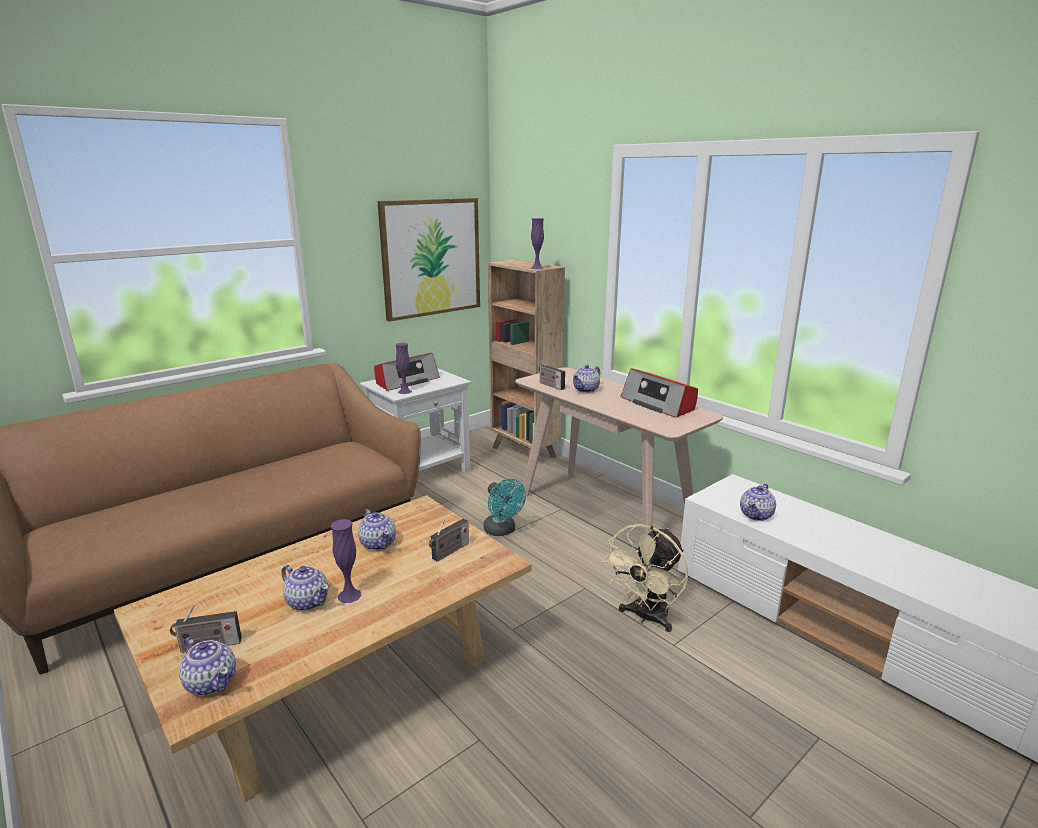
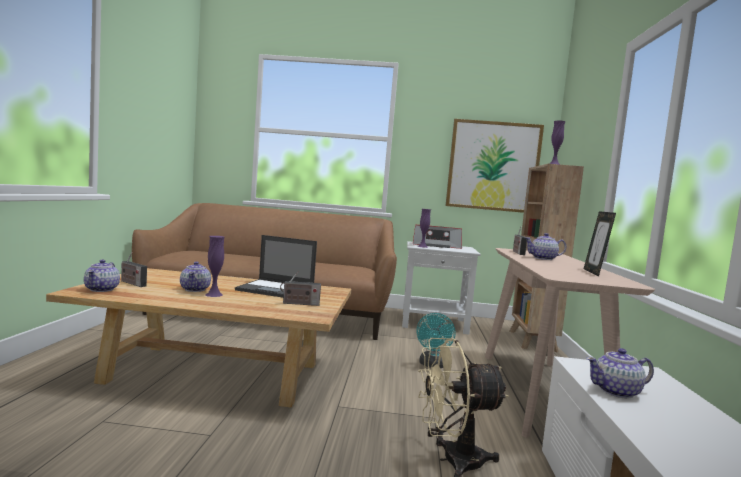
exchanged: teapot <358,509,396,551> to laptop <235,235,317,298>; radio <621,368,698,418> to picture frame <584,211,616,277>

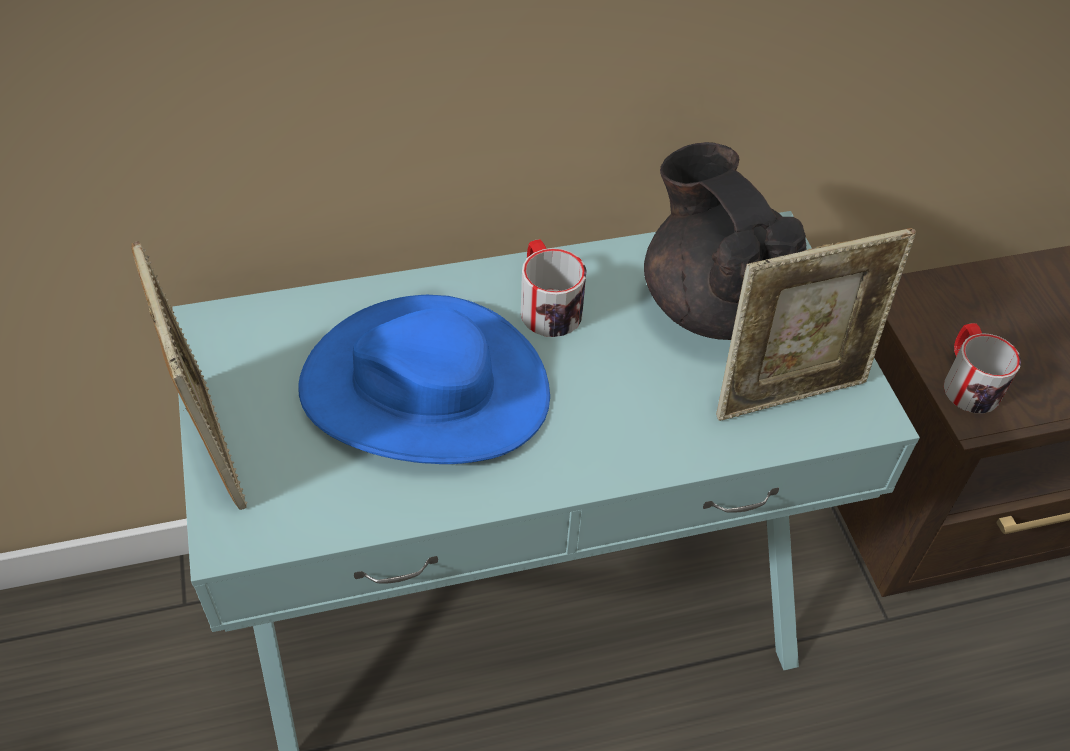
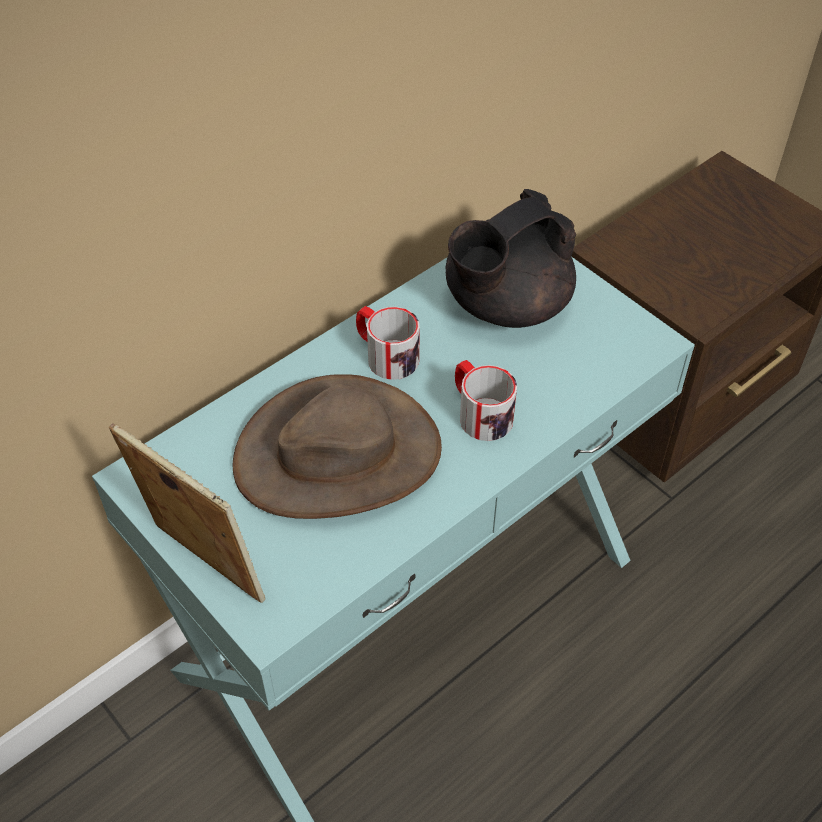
missing: picture frame <716,228,916,421>
relocated: mug <944,323,1021,413> to <455,360,517,441>
colour: blue hat <298,295,550,464> to brown hat <233,374,442,519>
spun: black teapot <644,142,807,340> = <446,189,576,328> 75 degrees counterclockwise

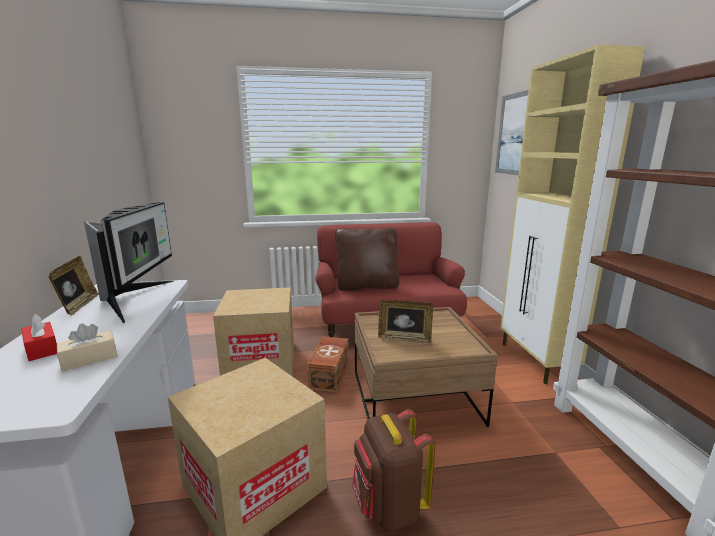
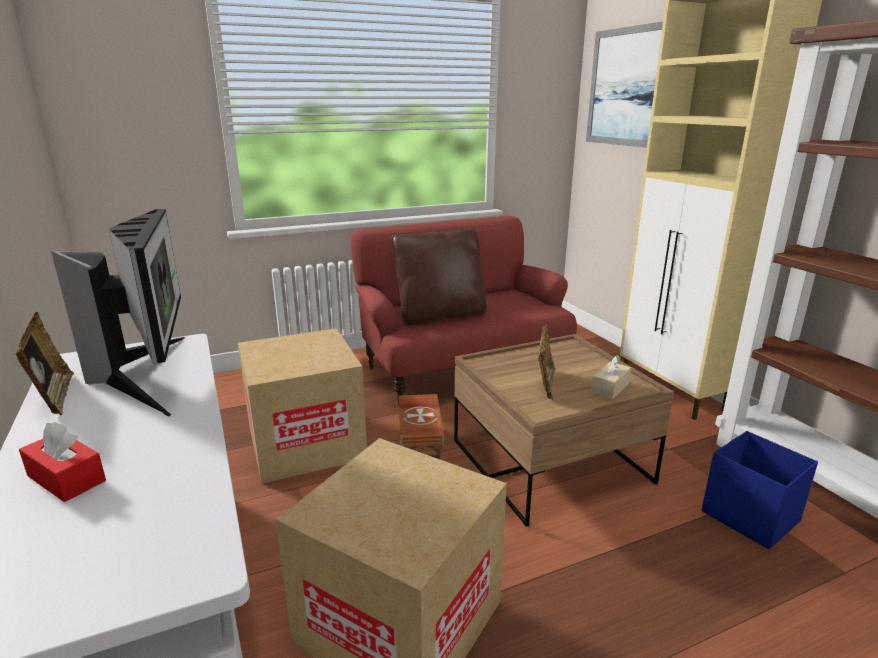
missing: brown backpack <352,409,435,531>
appeared: blue storage box <702,431,818,549>
relocated: beige tissue box <57,323,117,371> to <591,355,631,399>
spun: picture frame <378,300,433,344> = <538,322,556,400> 75 degrees counterclockwise

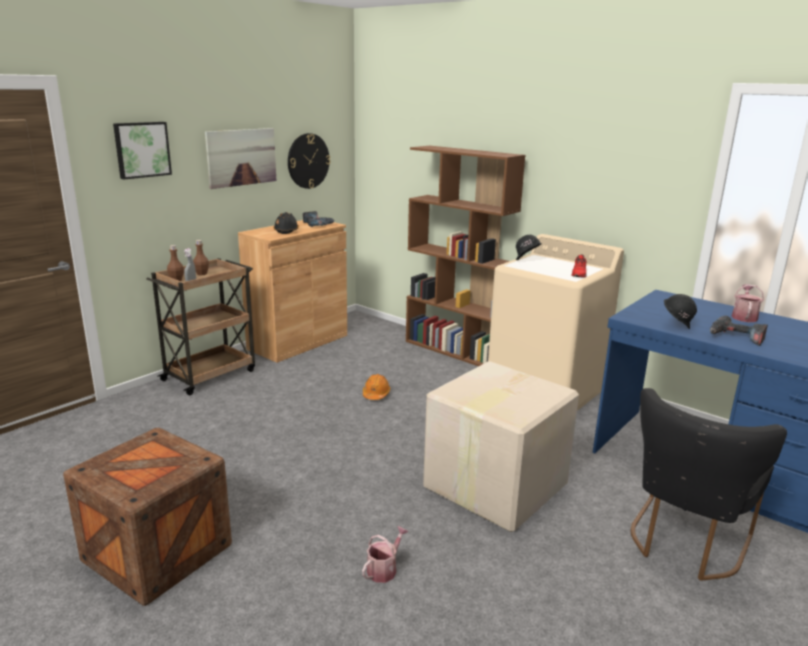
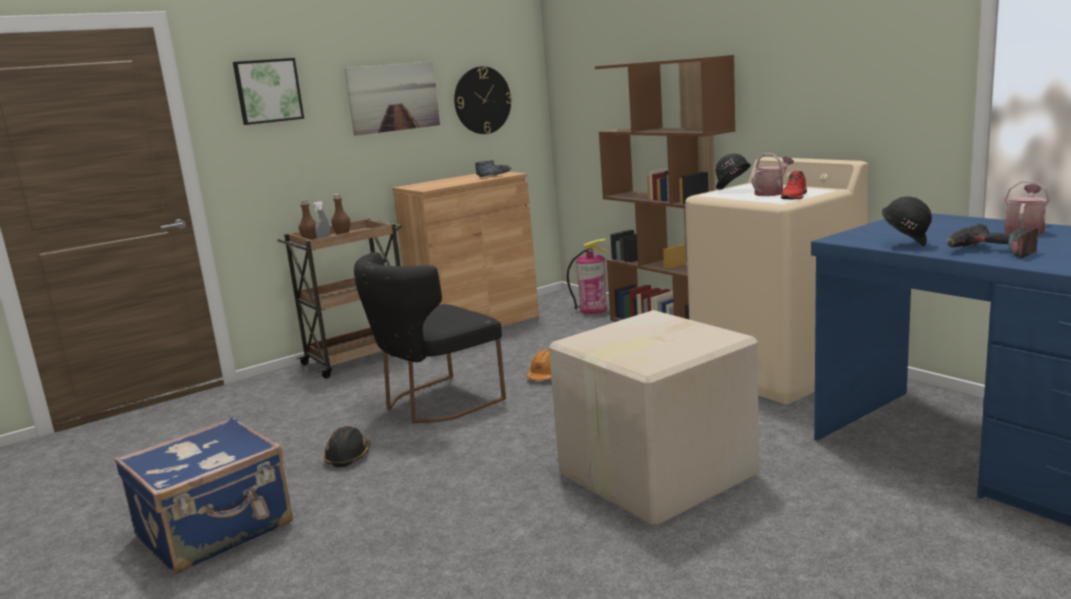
appeared: fire extinguisher <567,239,609,314>
relocated: black hard hat <273,212,299,234> to <323,426,371,468>; watering can <362,526,409,583> to <752,153,794,196>; black chair <631,388,787,581> to <354,252,506,423>
exchanged: crate <63,428,232,606> to blue suitcase <115,417,293,575>

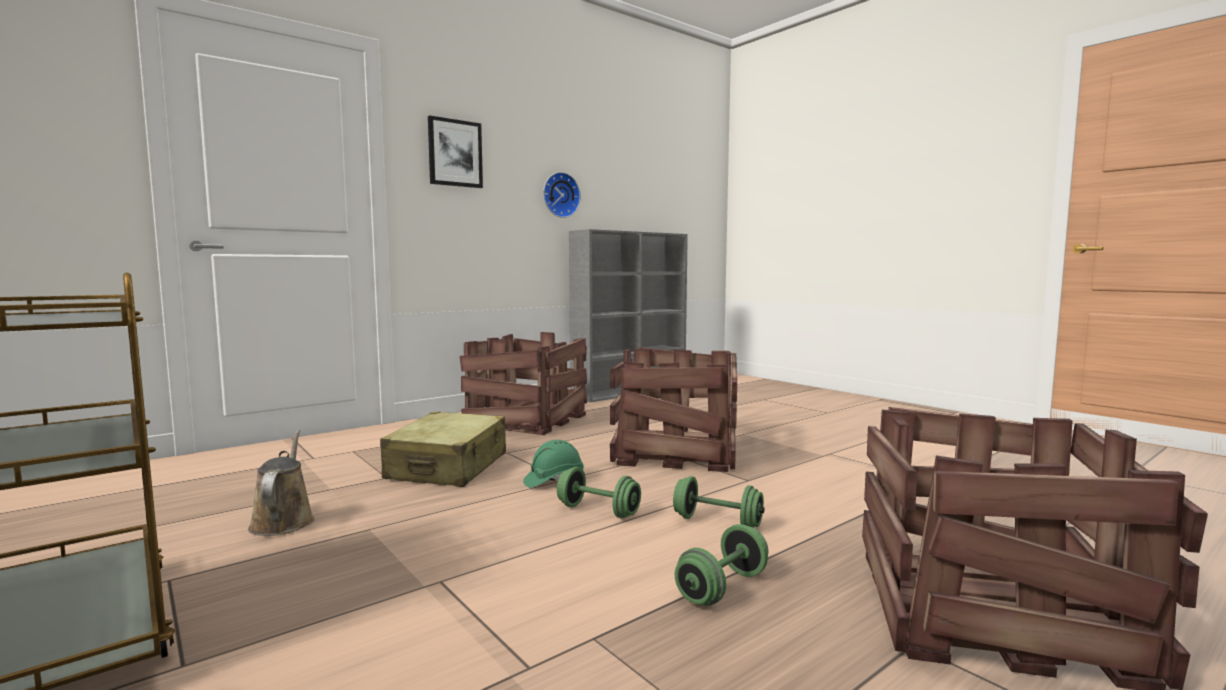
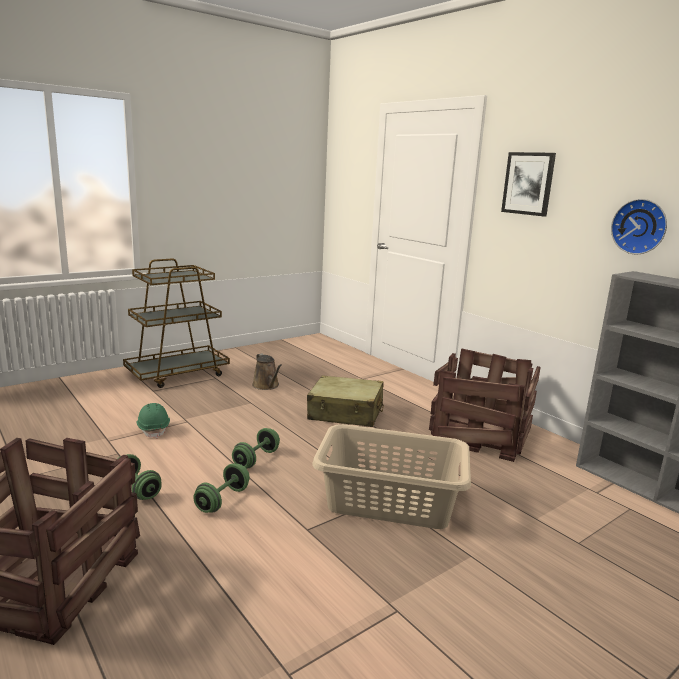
relocated: green hard hat <523,440,584,488> to <136,403,170,438>
exchanged: crate <610,348,737,472> to beige laundry basket <312,424,471,529>
spun: brown watering can <248,430,315,536> = <252,353,282,390> 75 degrees clockwise

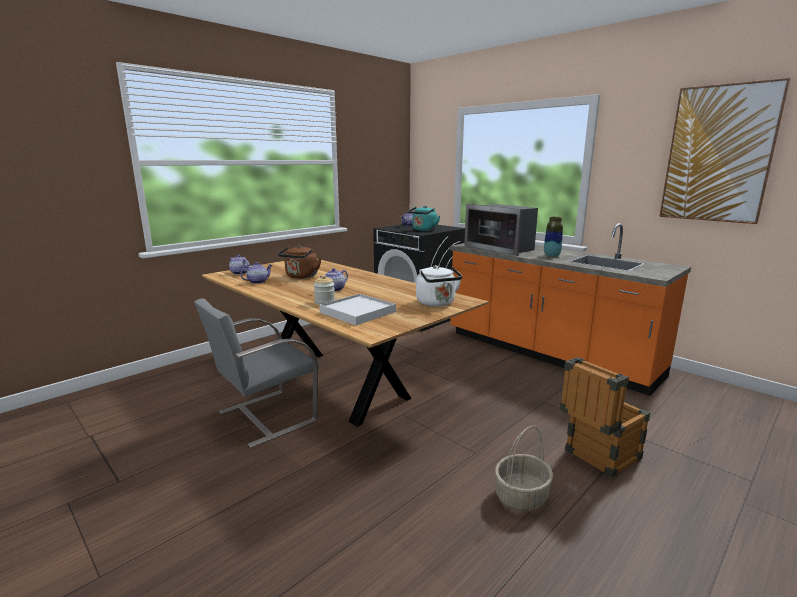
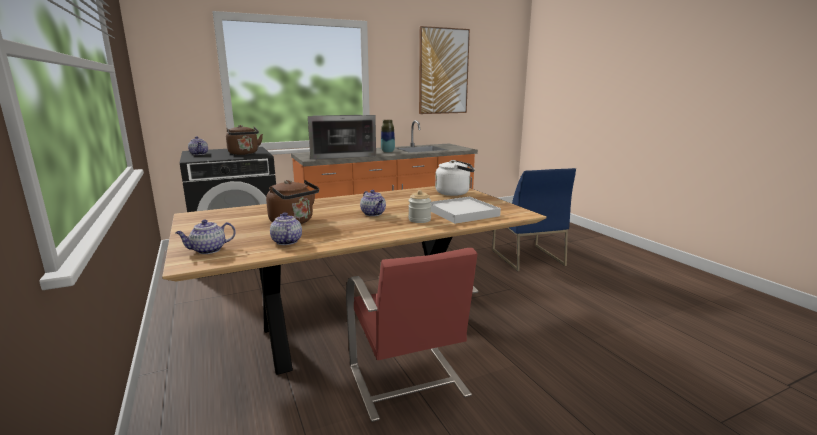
missing: basket <495,426,553,511>
exchanged: crate <560,357,650,478> to blue chair <492,168,576,271>
colour: grey chair <194,299,319,448> to red chair <346,248,478,422>; turquoise kettle <408,206,440,231> to brown kettle <226,125,263,155>

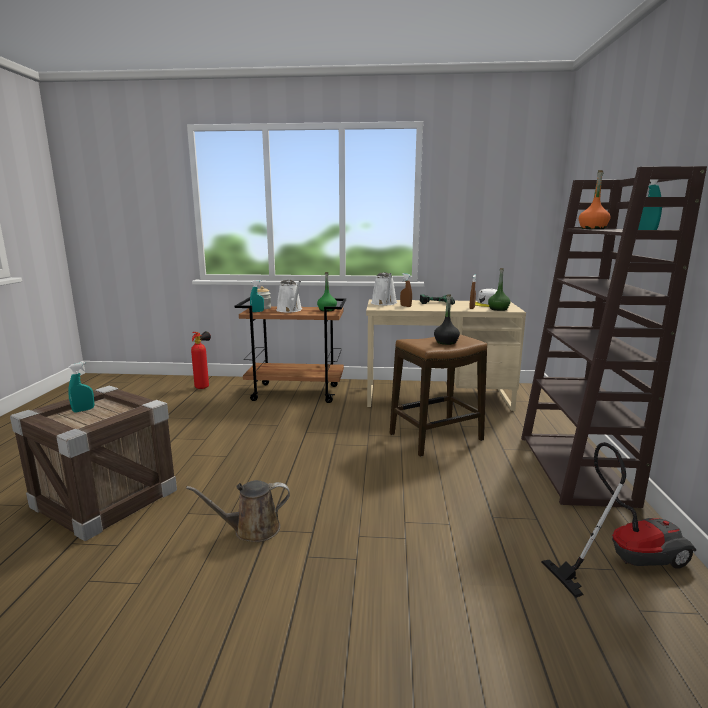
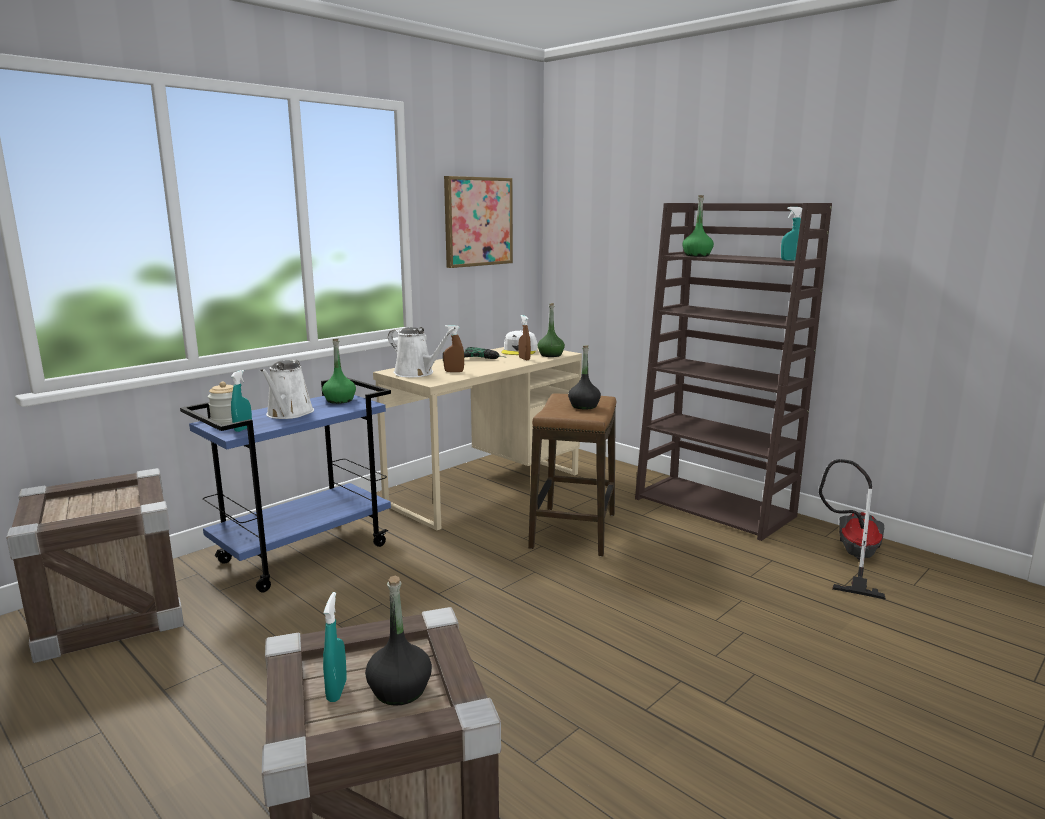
missing: brown watering can <186,480,290,542>
appeared: black bottle <365,576,432,706>; picture <444,176,513,268>
exchanged: fire extinguisher <191,331,211,389> to crate <6,468,184,663>
colour: brown cart <235,297,346,403> to blue cart <180,377,391,592>; orange bottle <579,170,611,229> to green bottle <682,195,714,256>
spun: white watering can <276,280,302,312> = <260,360,314,419> 75 degrees clockwise

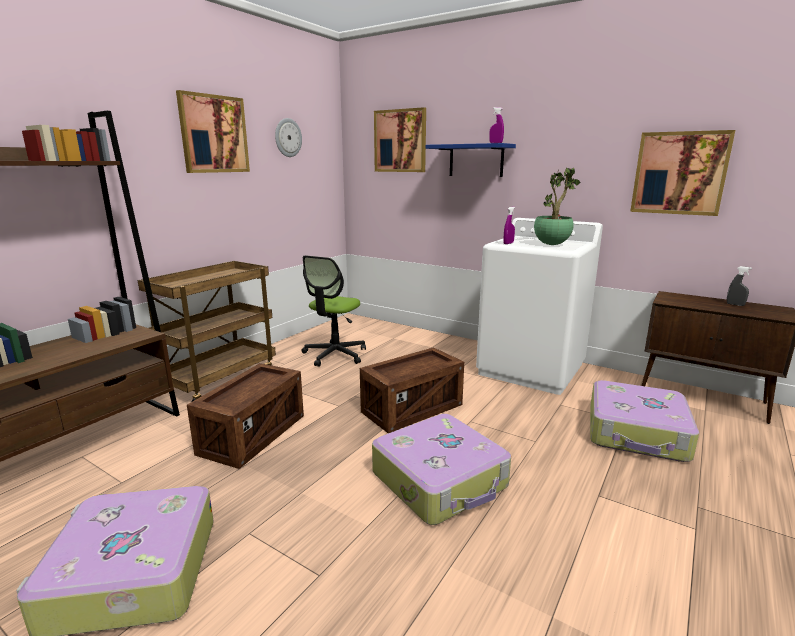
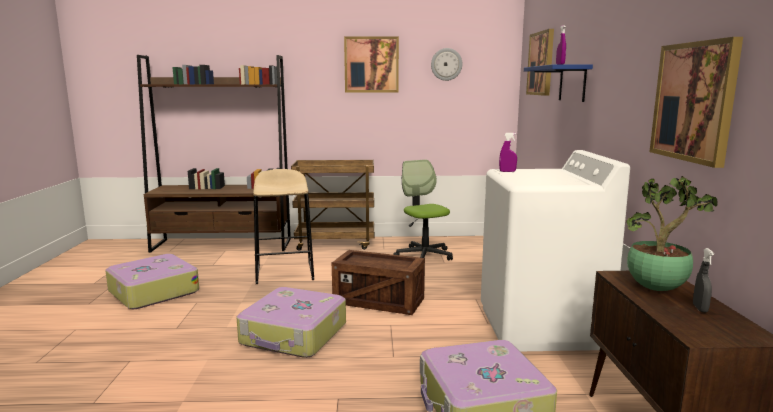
relocated: potted plant <534,167,580,245> to <626,176,718,291>
exchanged: crate <187,363,304,469> to beige stool <253,169,314,284>
spun: office chair <301,255,366,367> = <393,160,453,261> 75 degrees clockwise

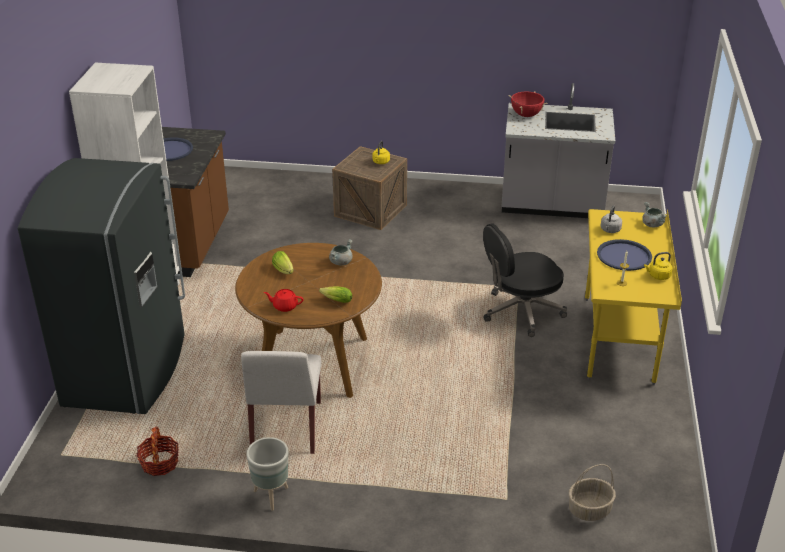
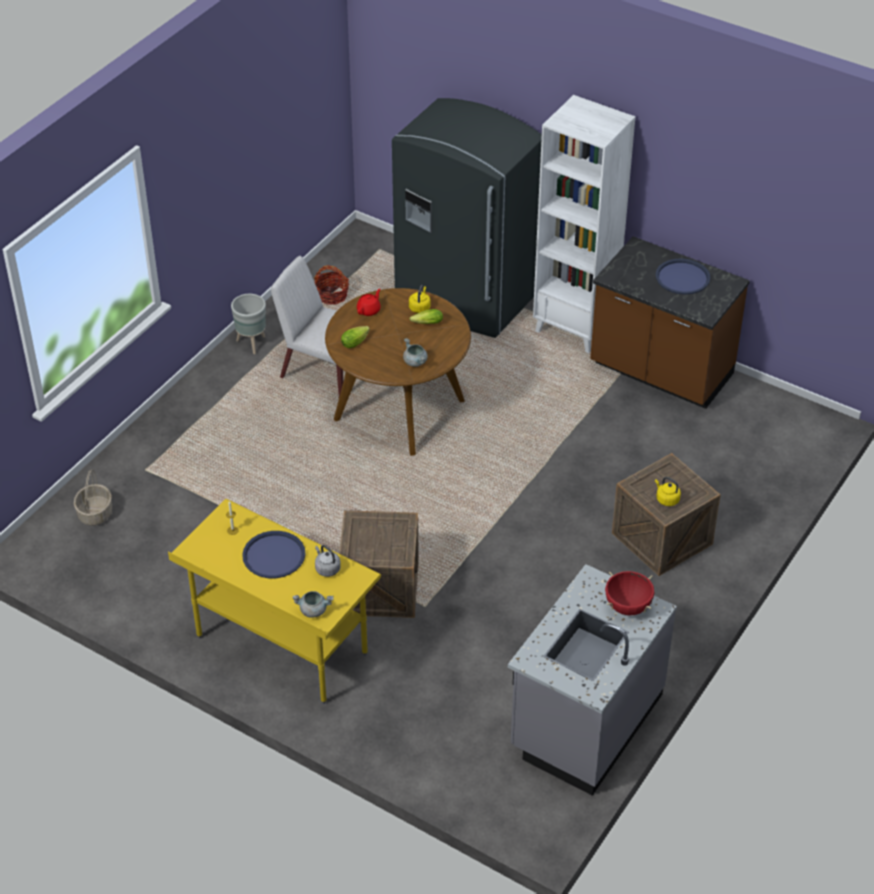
relocated: yellow kettle <644,252,673,280> to <409,285,431,313>
exchanged: black office chair <483,223,567,337> to crate <339,510,419,618>

